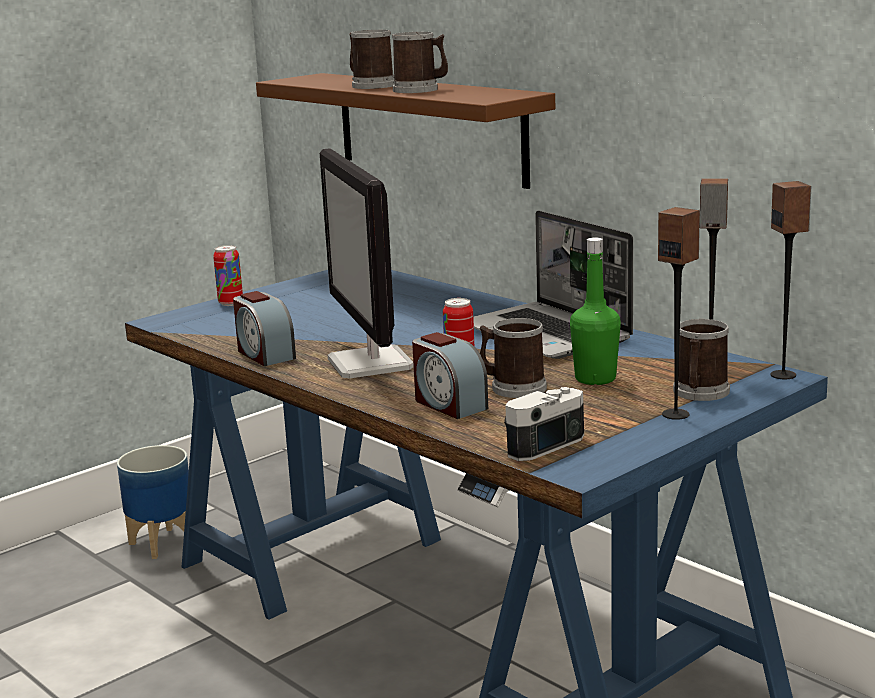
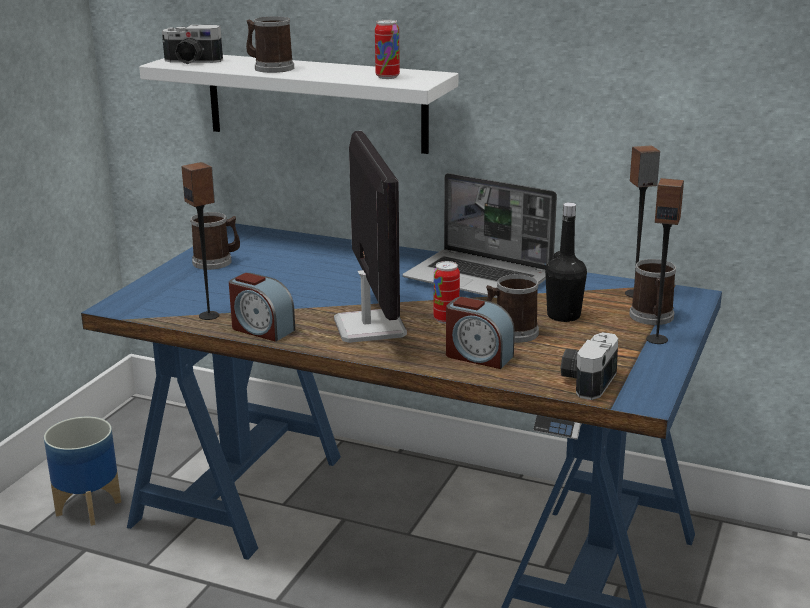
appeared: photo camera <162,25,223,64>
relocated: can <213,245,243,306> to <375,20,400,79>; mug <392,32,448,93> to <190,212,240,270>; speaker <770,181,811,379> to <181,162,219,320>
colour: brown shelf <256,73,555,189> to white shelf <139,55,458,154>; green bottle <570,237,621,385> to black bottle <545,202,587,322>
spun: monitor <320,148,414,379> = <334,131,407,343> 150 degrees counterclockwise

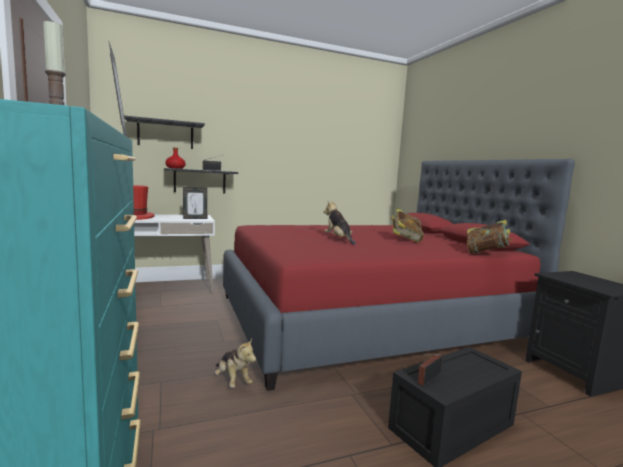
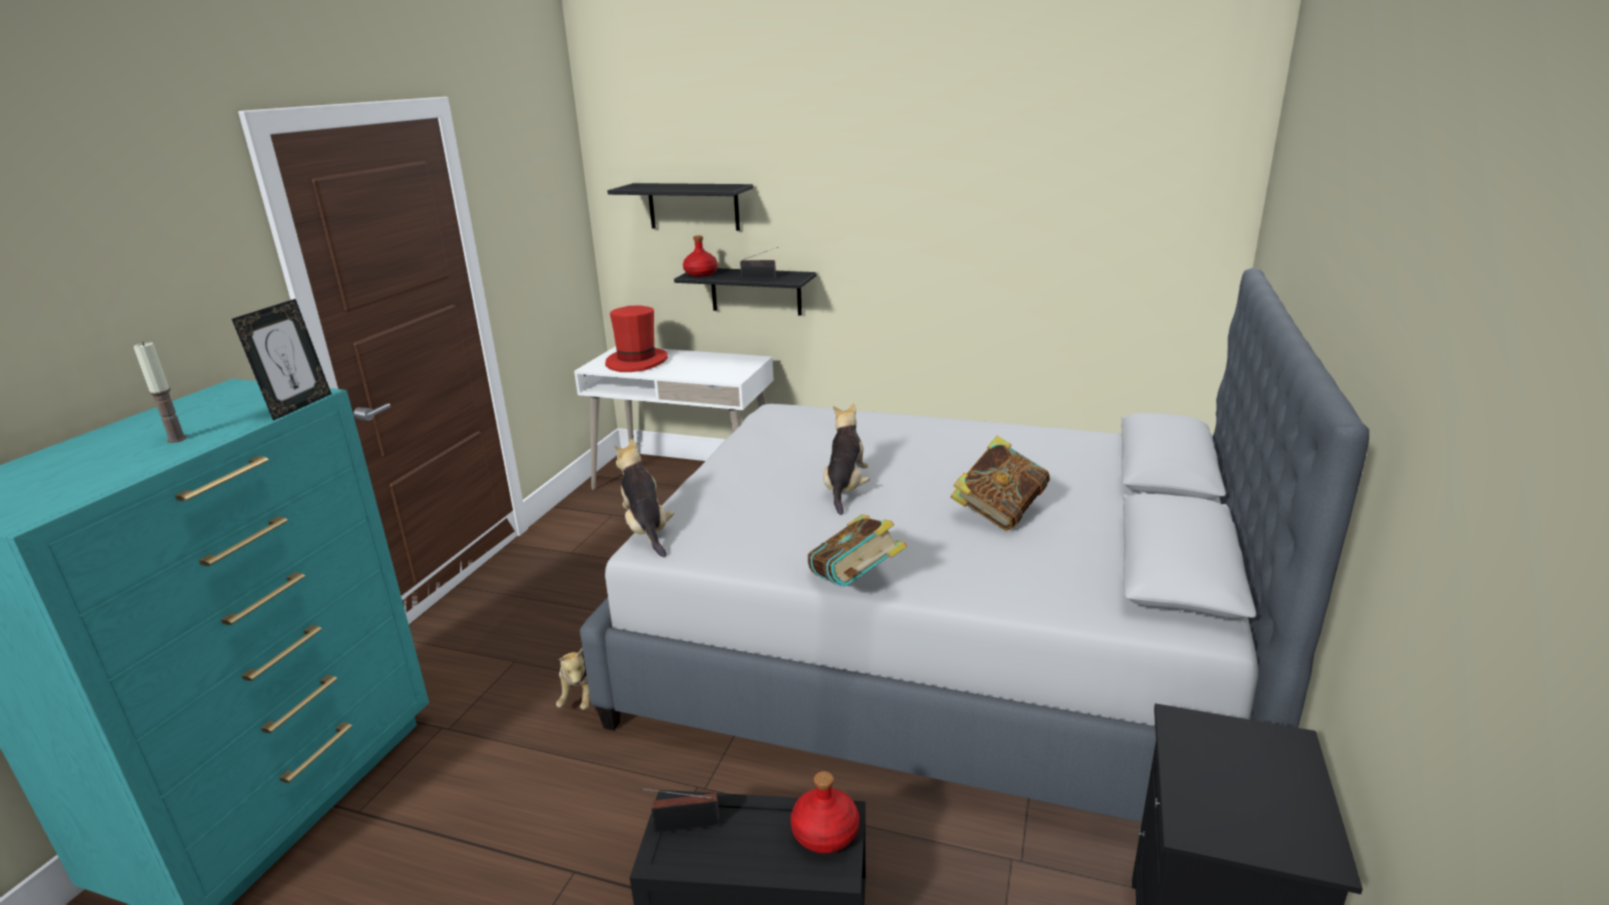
missing: picture frame <183,187,207,219>
appeared: plush toy <614,439,674,557>; red bottle <791,771,859,854>
relocated: book <467,220,513,254> to <808,514,907,587>
colour: red bed <223,158,575,391> to grey bed <580,268,1369,823>

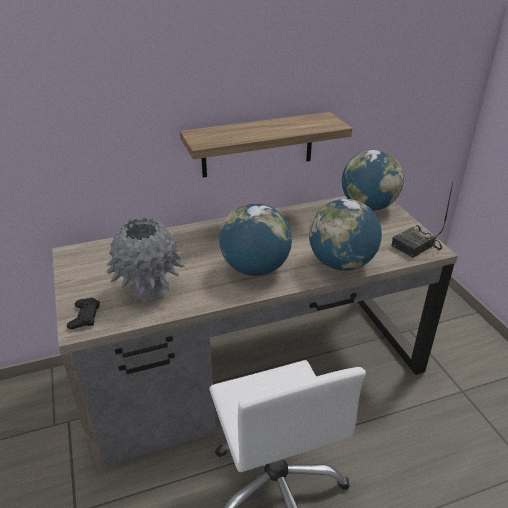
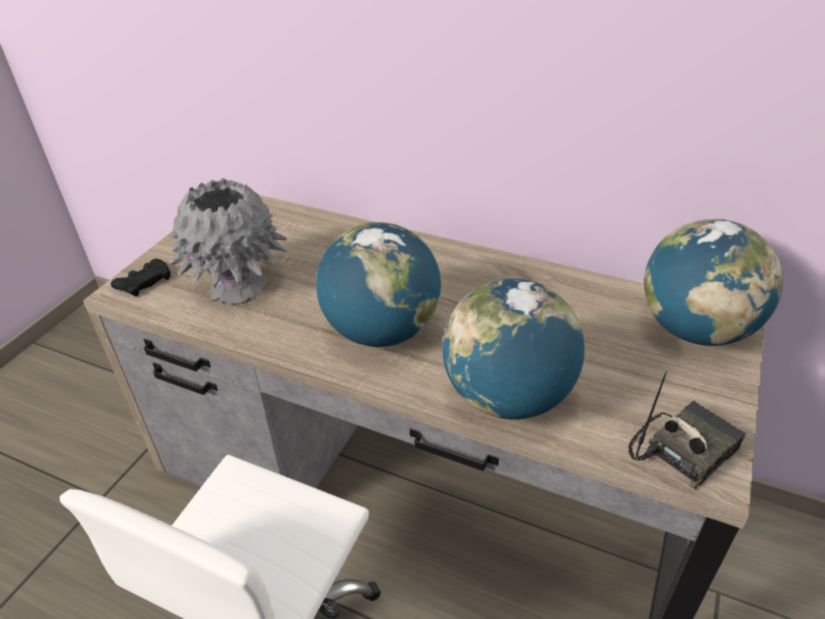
missing: shelf <180,112,352,178>
spun: radio <391,182,453,258> = <628,371,746,489> 135 degrees clockwise

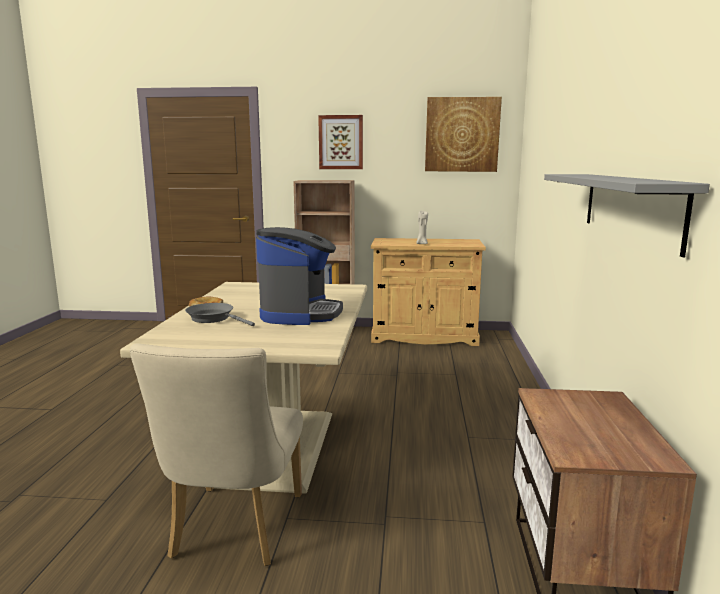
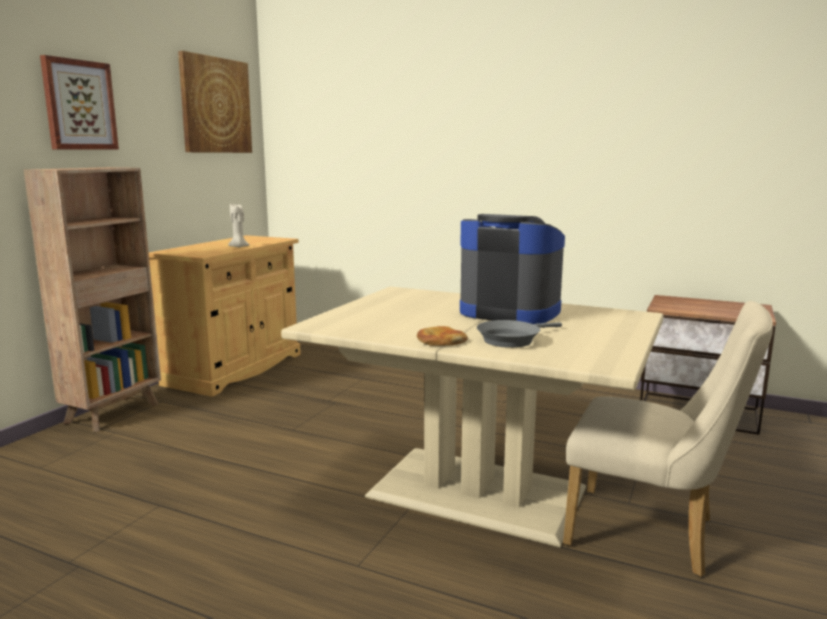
missing: grey shelf <544,174,710,257>

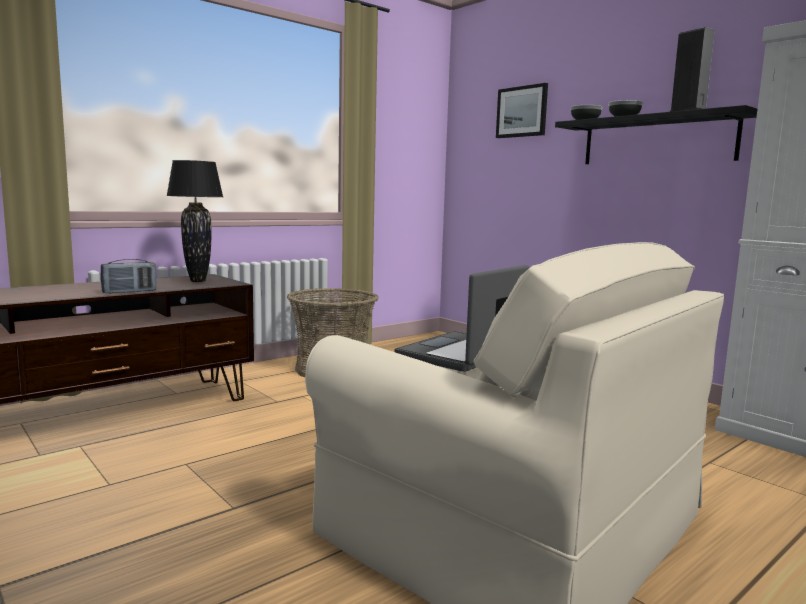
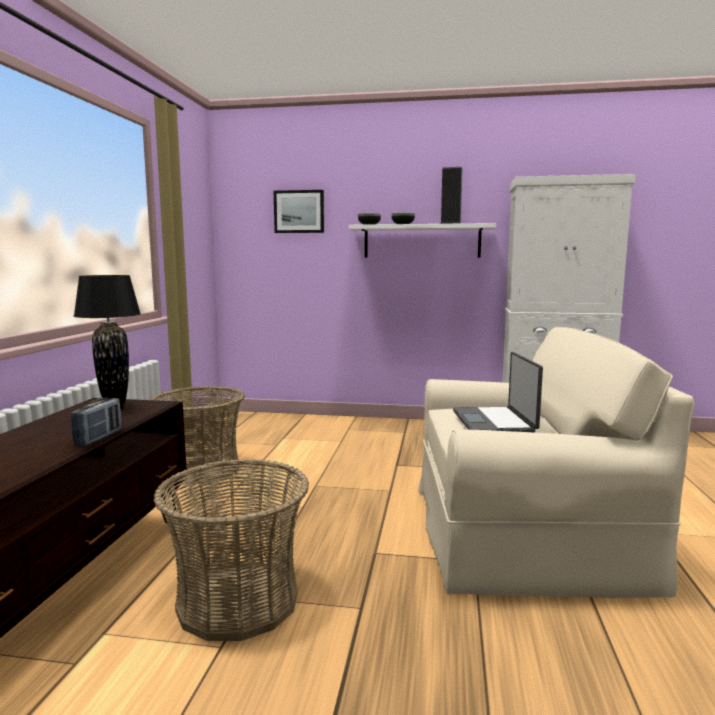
appeared: basket <153,459,309,641>
colour: black shelf <555,105,757,164> to white shelf <349,223,496,258>

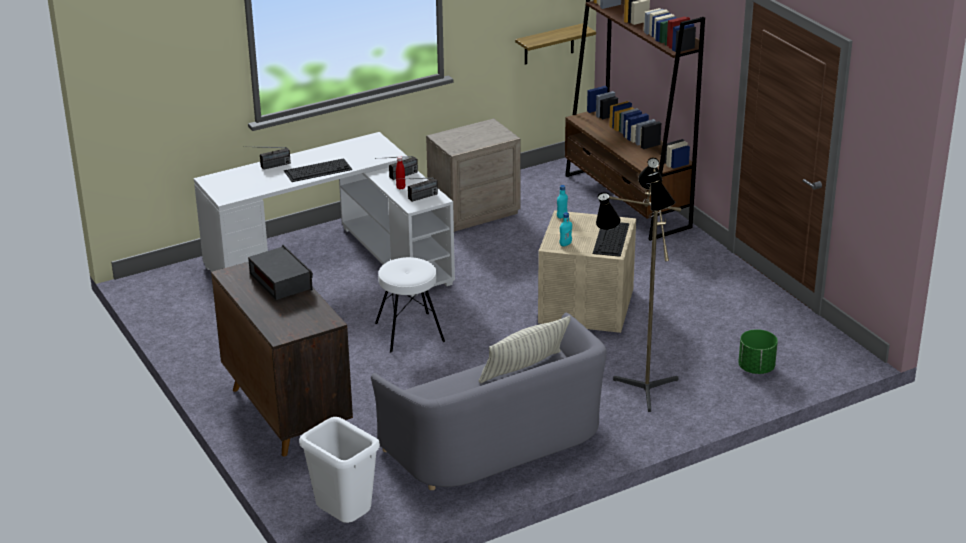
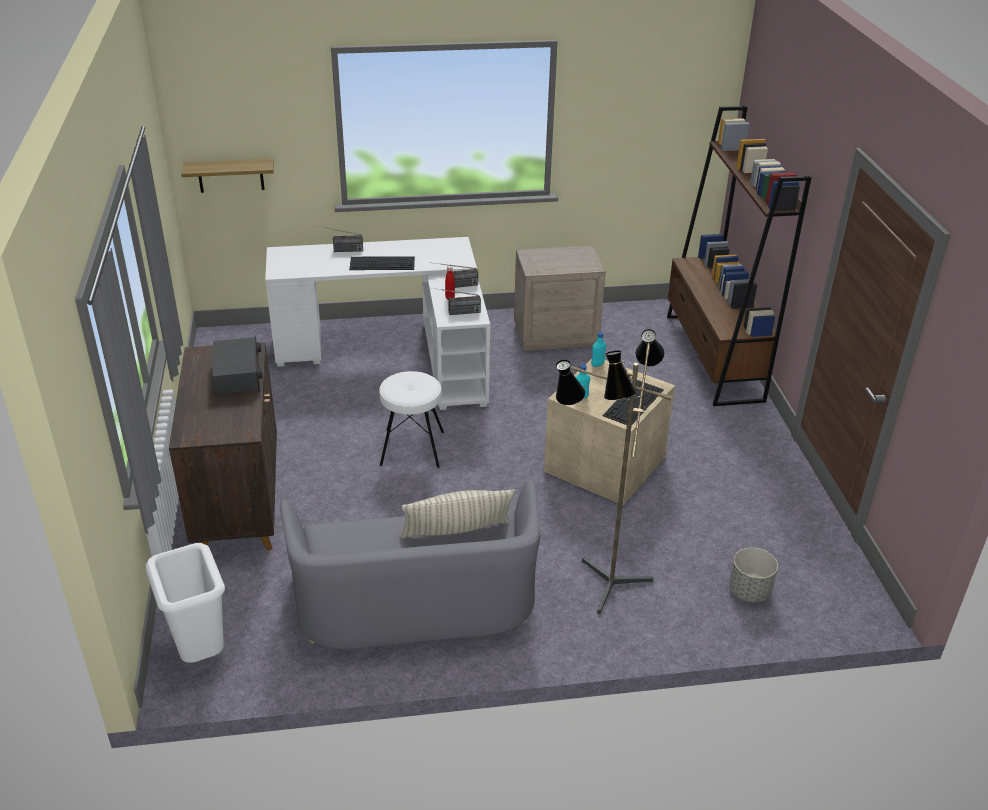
relocated: shelf <515,23,596,65> to <181,159,274,193>
colour: green planter <738,329,778,374> to grey planter <729,547,778,603>

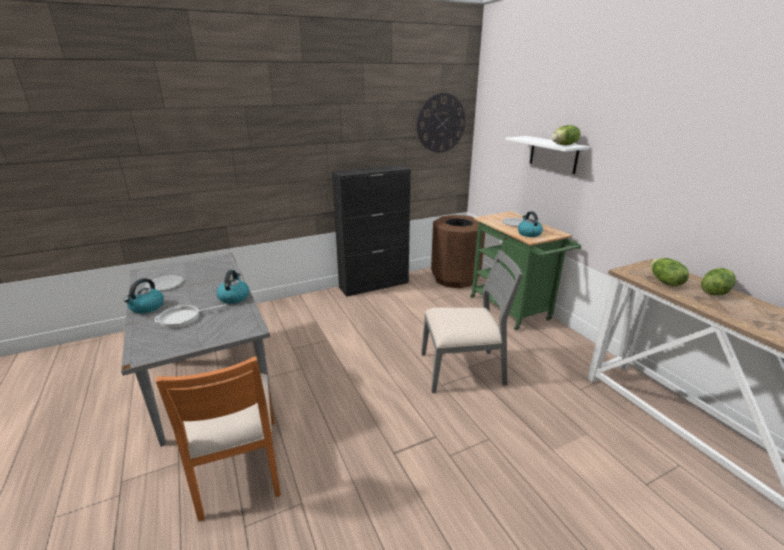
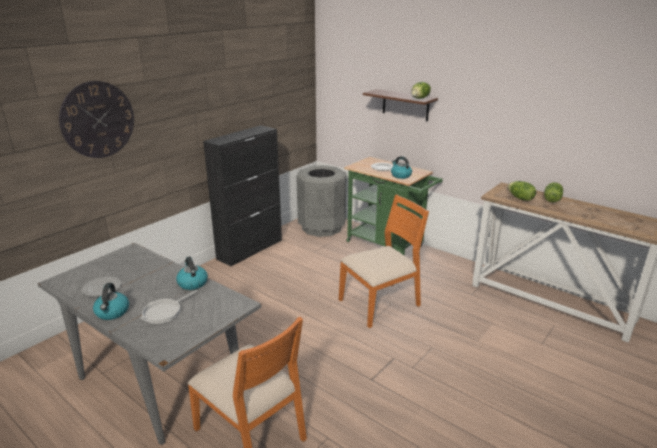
relocated: wall clock <417,93,466,153> to <59,81,134,158>
colour: grey chair <421,250,523,393> to orange chair <339,194,429,328>; brown trash can <431,215,485,288> to grey trash can <296,165,347,237>; white shelf <505,136,589,174> to brown shelf <363,89,438,121>

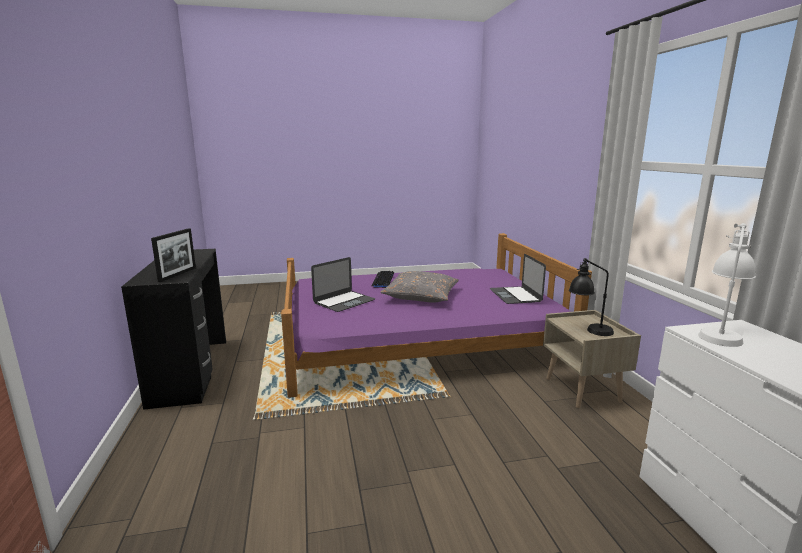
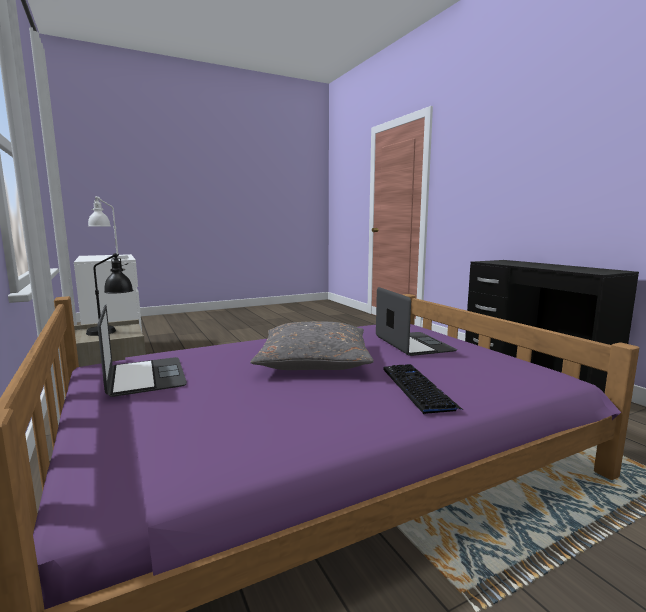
missing: picture frame <151,228,196,282>
spun: laptop <311,257,375,312> = <376,287,457,356> 135 degrees clockwise

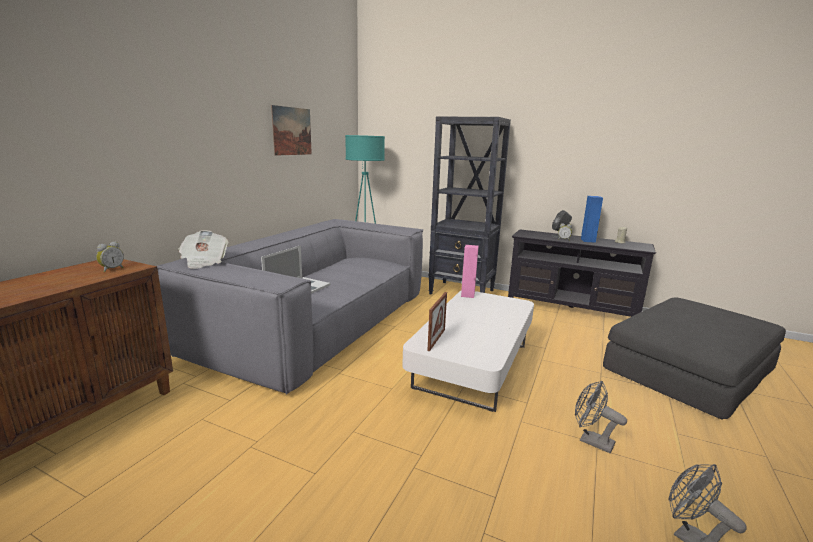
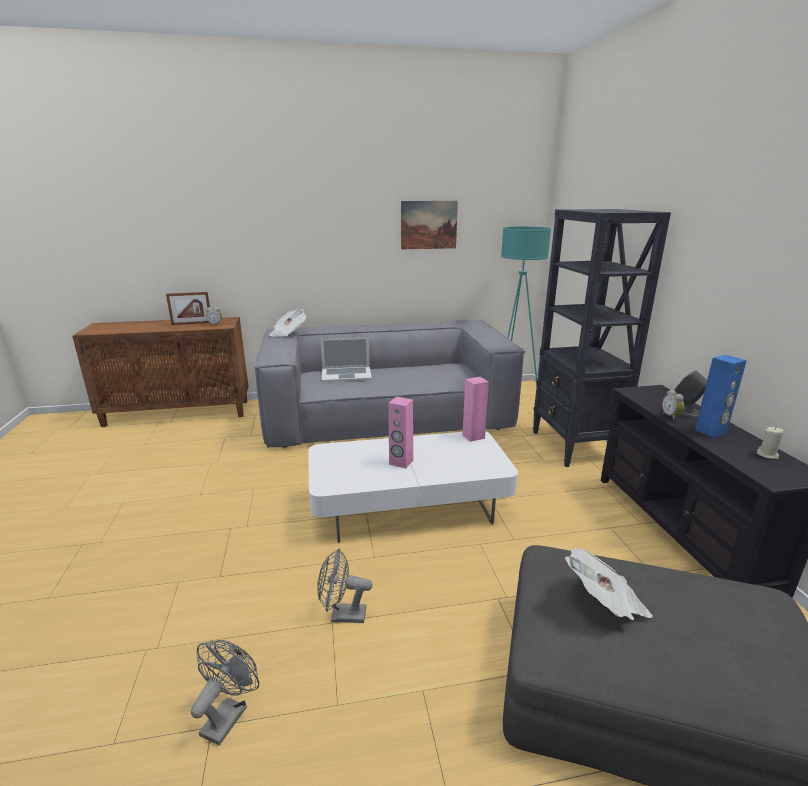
appeared: pink speaker <388,396,413,468>; newspaper <565,548,652,620>
relocated: picture frame <427,292,447,351> to <166,292,210,325>
spun: grey fan <575,381,627,453> = <317,548,373,623> 90 degrees counterclockwise

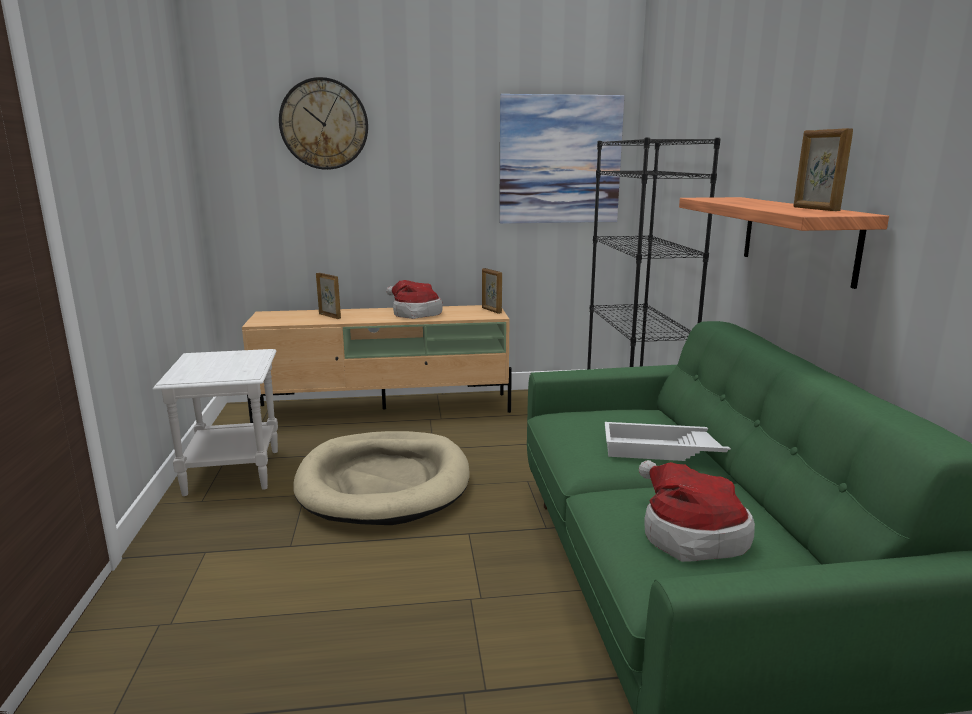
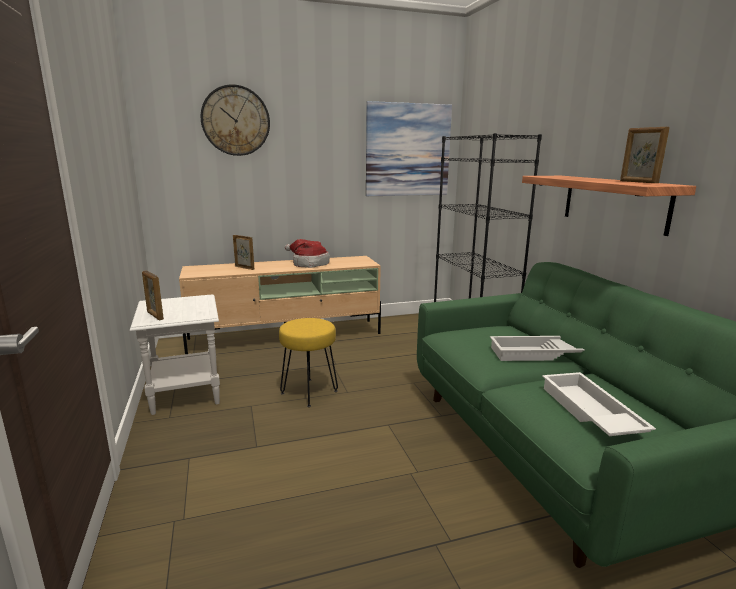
relocated: picture frame <482,268,502,314> to <142,271,164,320>
exchanged: beige dog bed <293,431,470,525> to yellow stool <279,318,338,407>; hat <639,460,755,562> to white tray <542,372,656,436>

